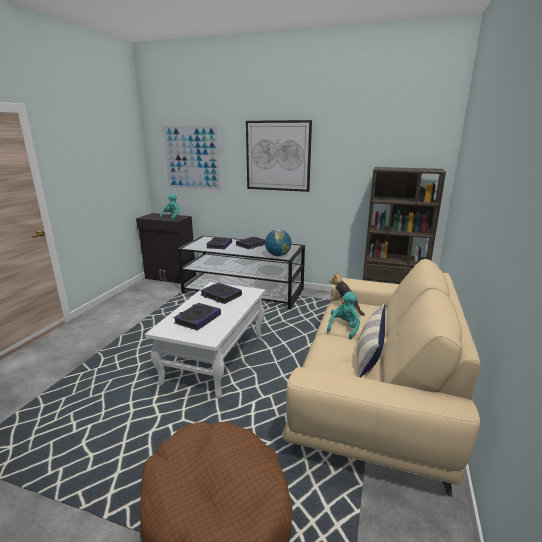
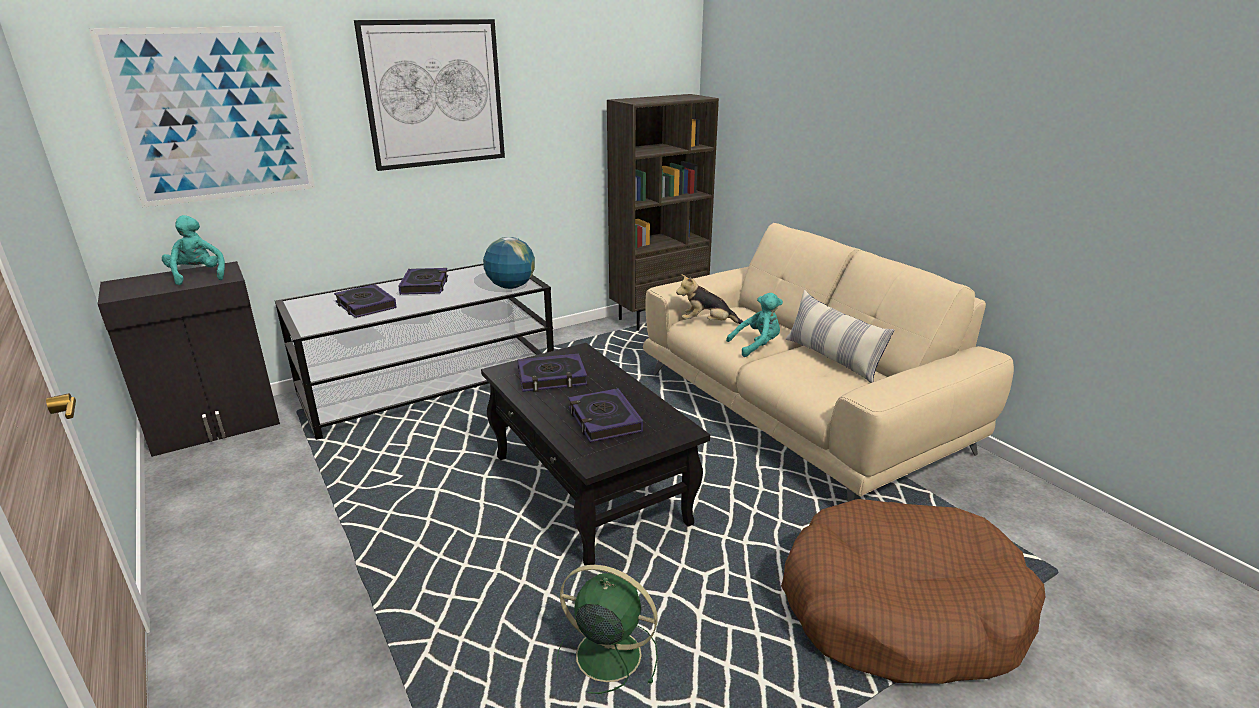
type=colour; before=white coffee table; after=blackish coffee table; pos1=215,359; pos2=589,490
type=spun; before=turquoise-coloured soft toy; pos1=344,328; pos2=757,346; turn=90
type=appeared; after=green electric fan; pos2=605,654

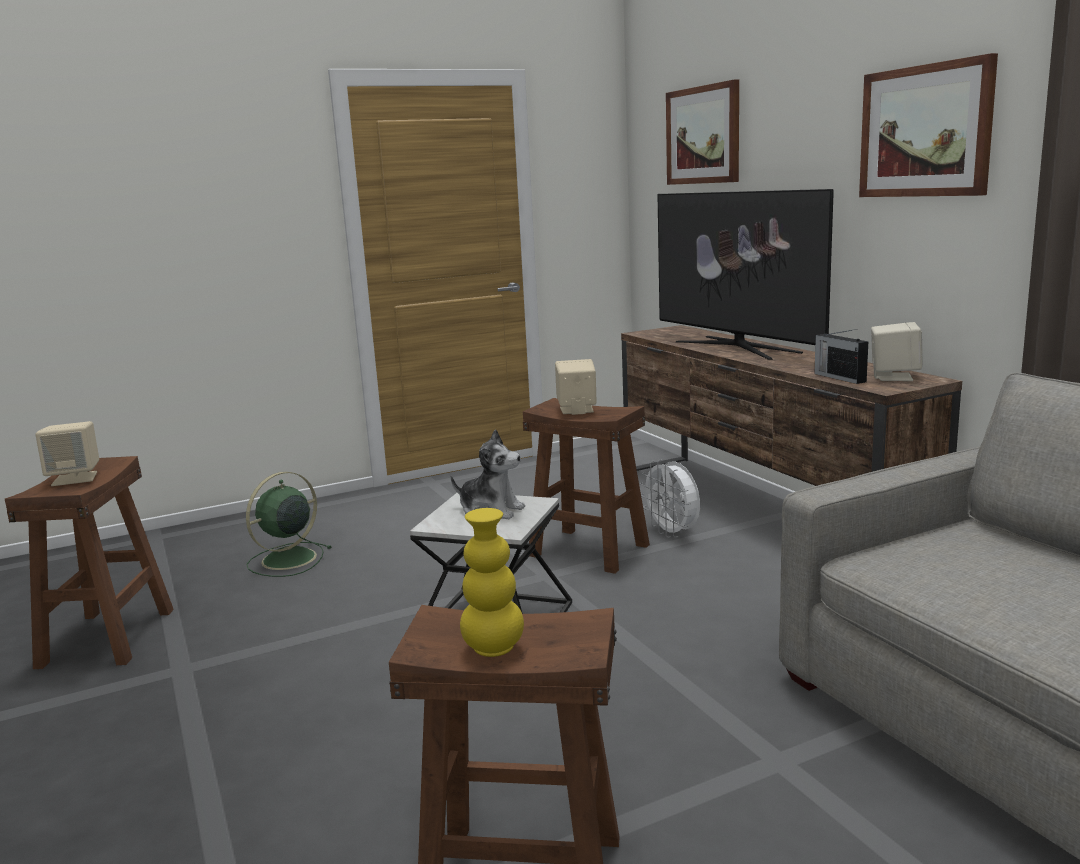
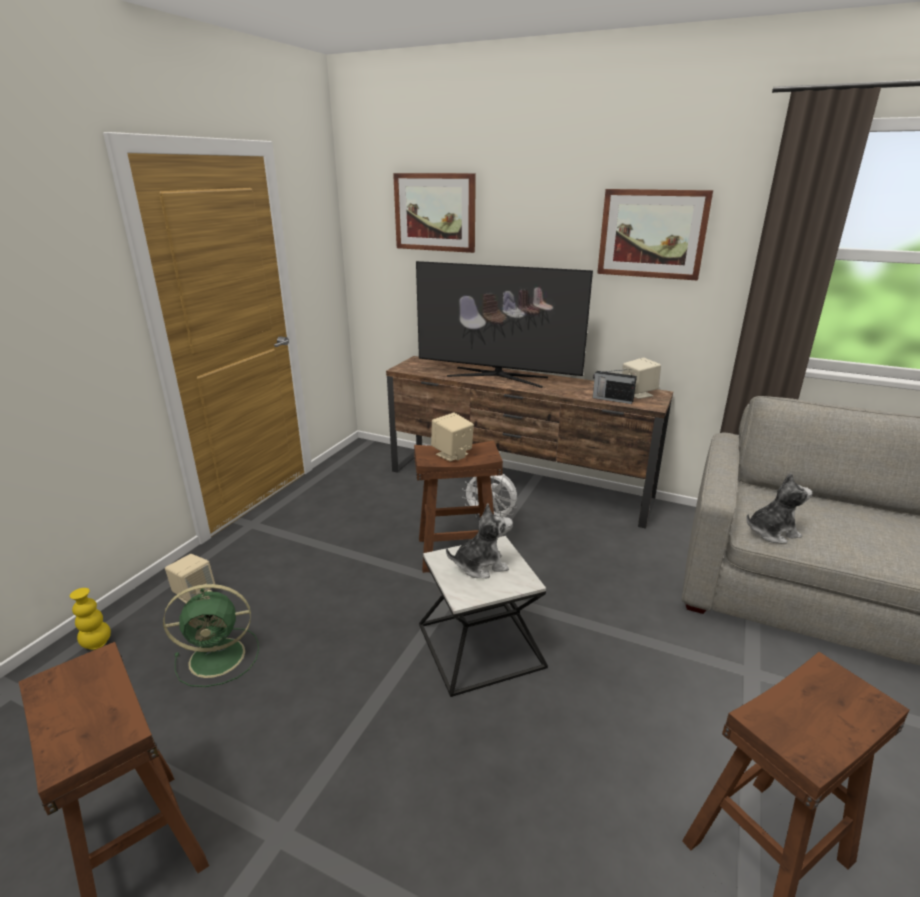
type=relocated; before=beige audio speaker; pos1=75,478; pos2=194,594
type=spun; before=green electric fan; pos1=287,560; pos2=220,657; turn=-105
type=relocated; before=yellow-coloured decorative vase; pos1=493,648; pos2=97,644
type=appeared; after=soft toy; pos2=771,532

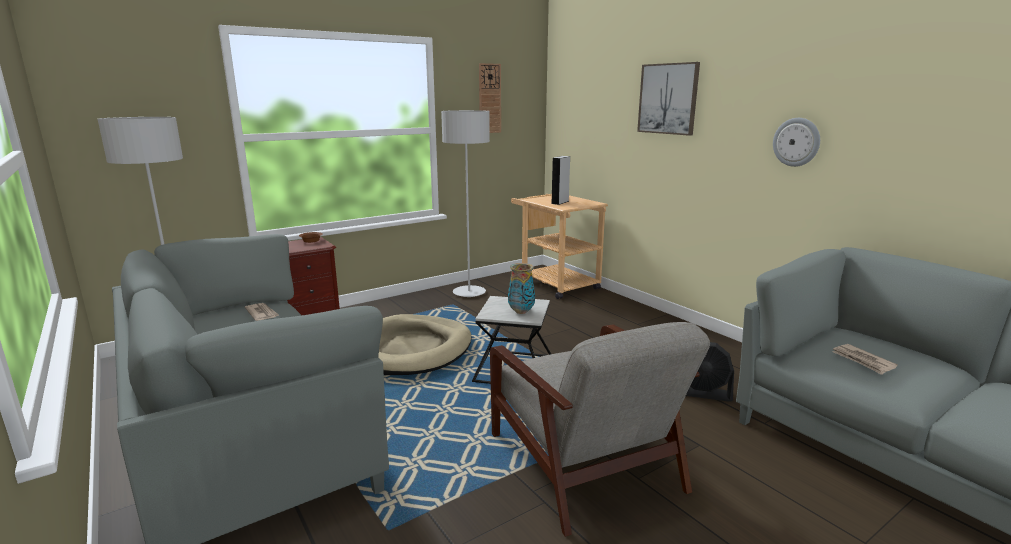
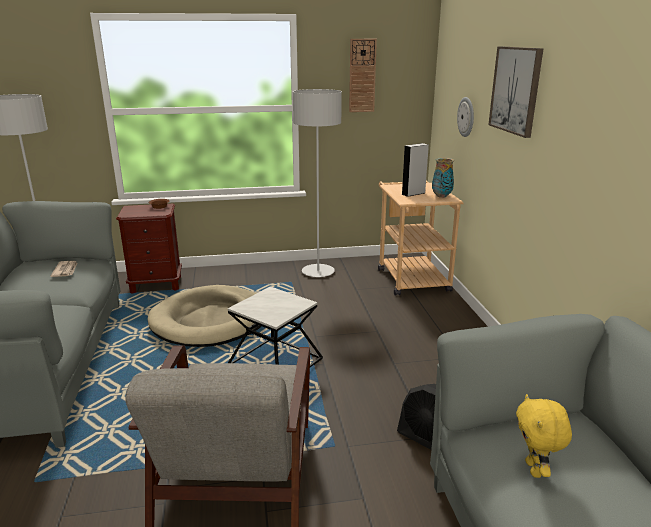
type=relocated; before=wall clock; pos1=796,142; pos2=466,117
type=relocated; before=decorative vase; pos1=521,312; pos2=441,196
type=exchanged; before=newspaper; after=yellow-coloured soft toy; pos1=863,361; pos2=535,469

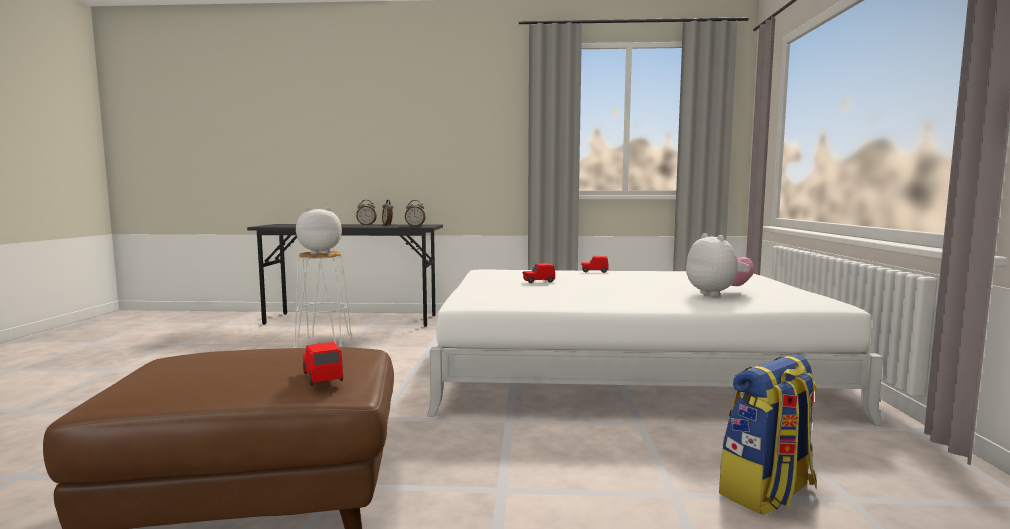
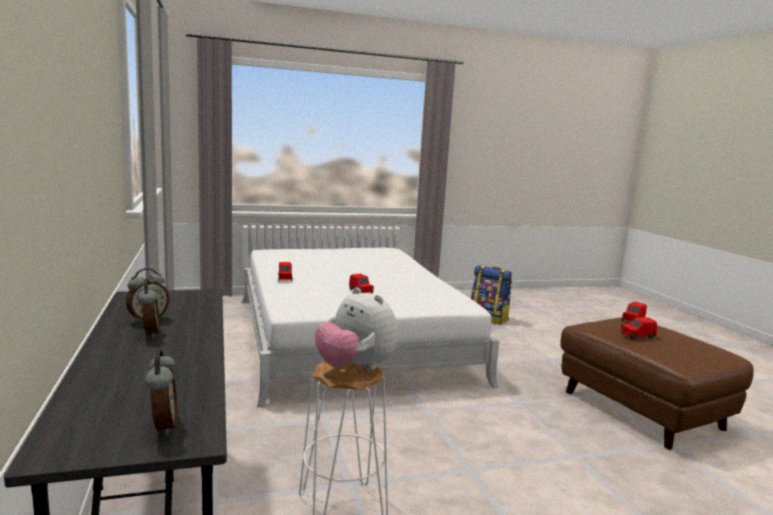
type=relocated; before=alarm clock; pos1=415,226; pos2=163,426
type=missing; before=soft toy; pos1=717,294
type=appeared; after=reddish miniature car; pos2=637,336

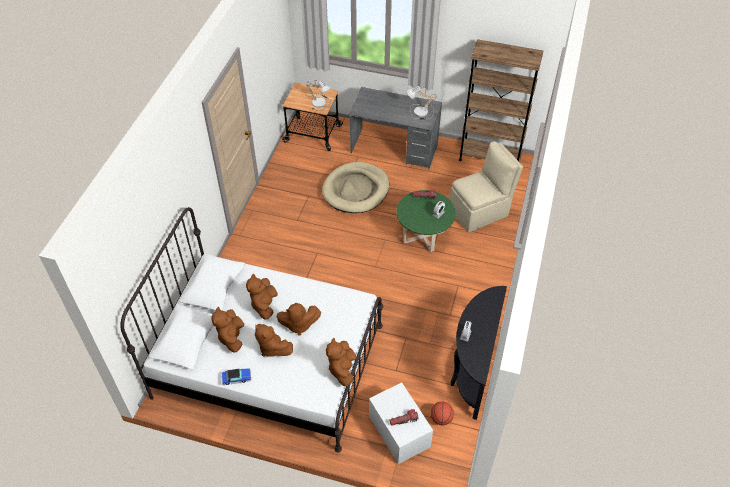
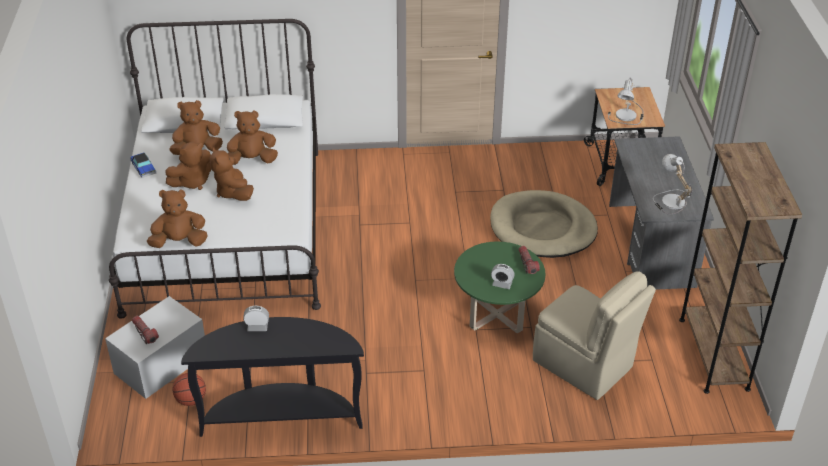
type=spun; before=brown soft toy; pos1=272,348; pos2=193,182; turn=-150

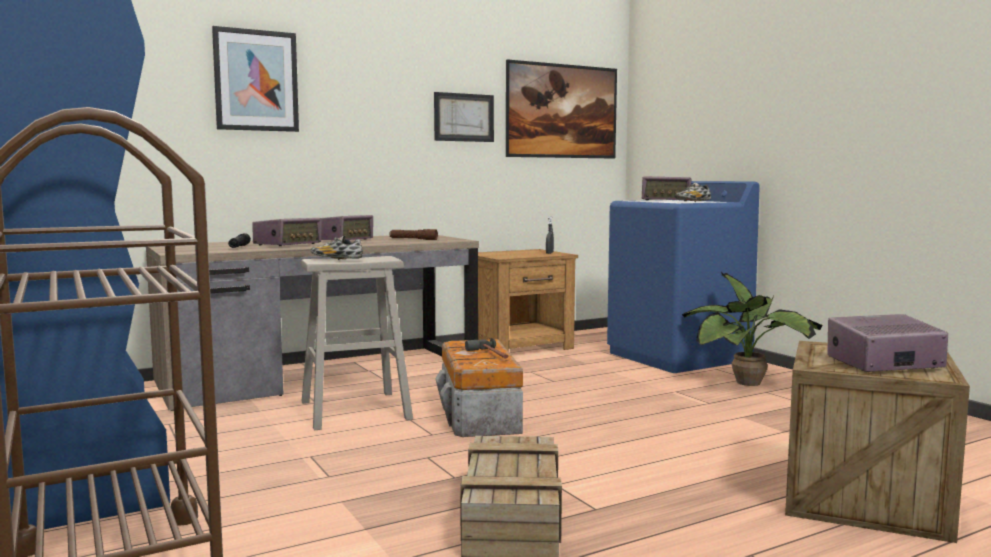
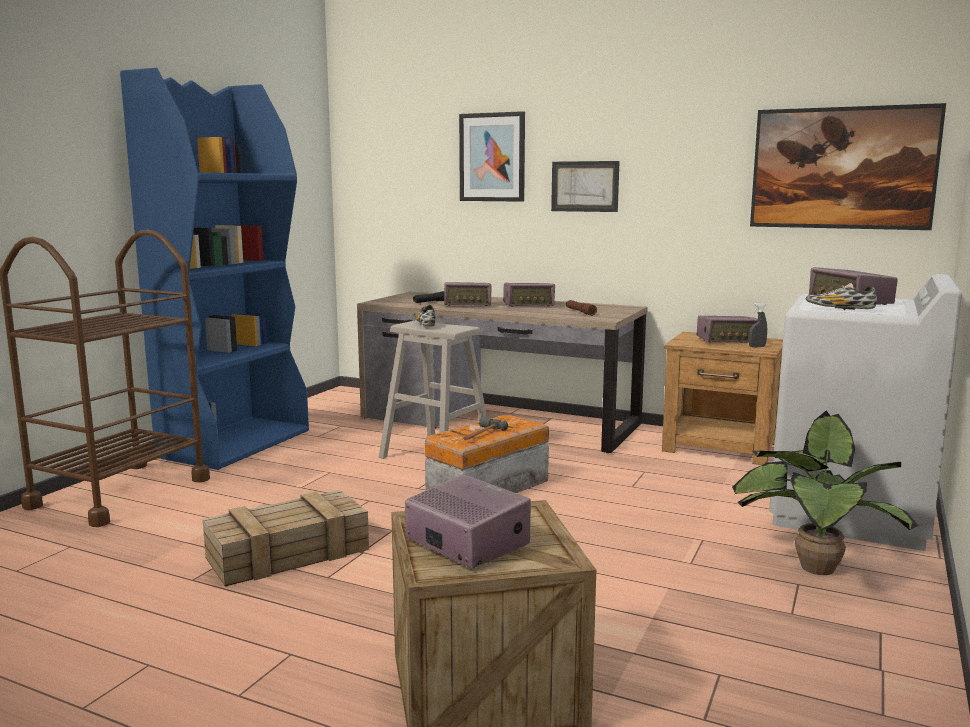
type=relocated; before=wall picture; pos1=464,117; pos2=585,186
type=colour; before=bluish laundry appliance; after=white laundry appliance; pos1=678,357; pos2=849,513
type=appeared; after=radio; pos2=727,341

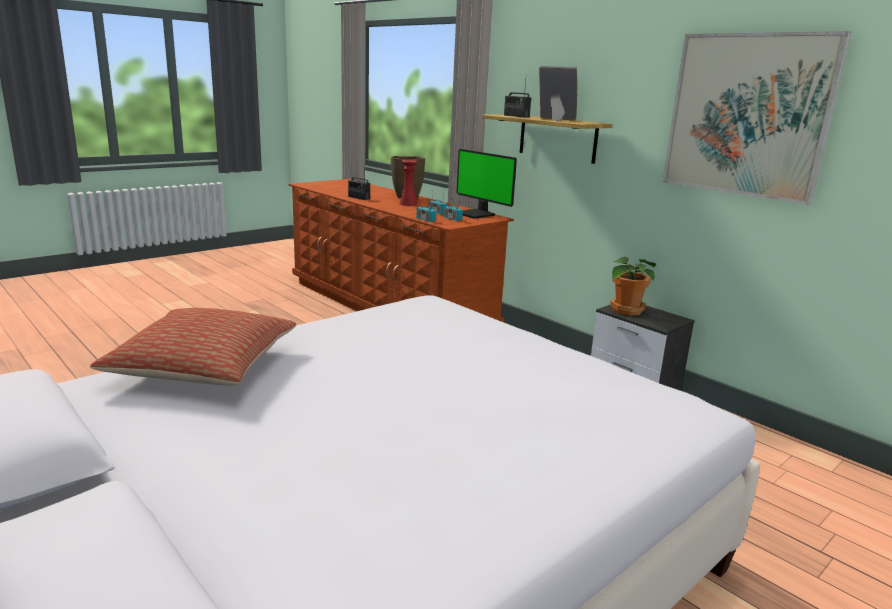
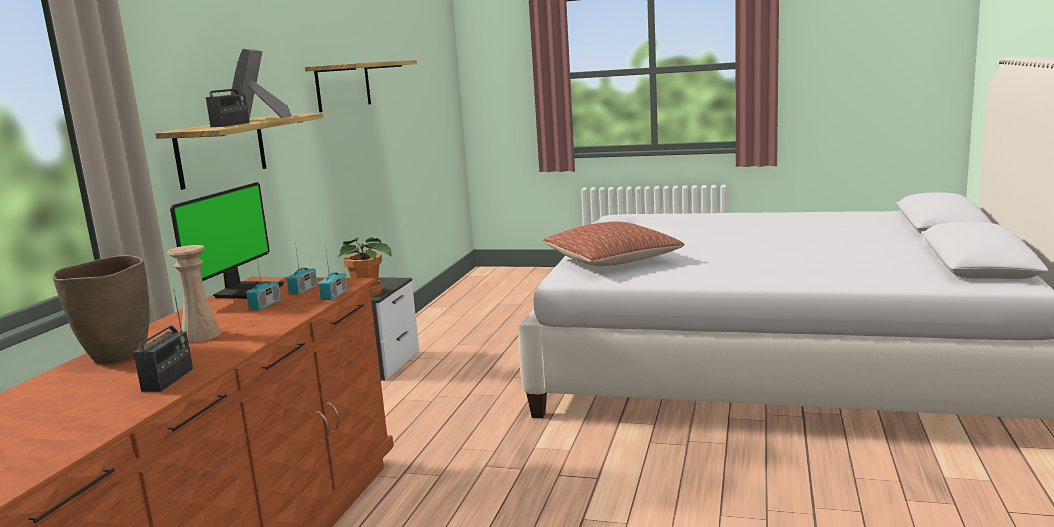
type=exchanged; before=wall picture; after=wall shelf; pos1=747,115; pos2=343,86
type=colour; before=reddish decorative vase; after=beige decorative vase; pos1=408,204; pos2=201,335
type=relocated; before=cushion; pos1=203,367; pos2=612,261

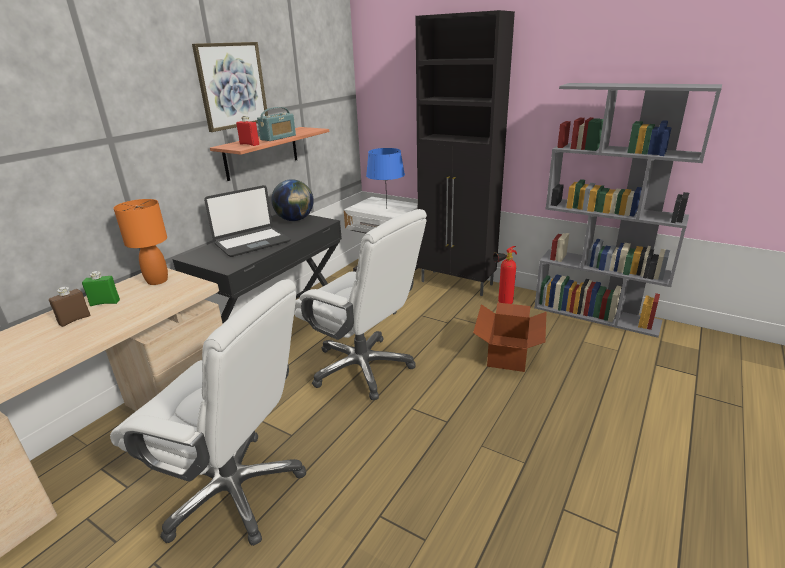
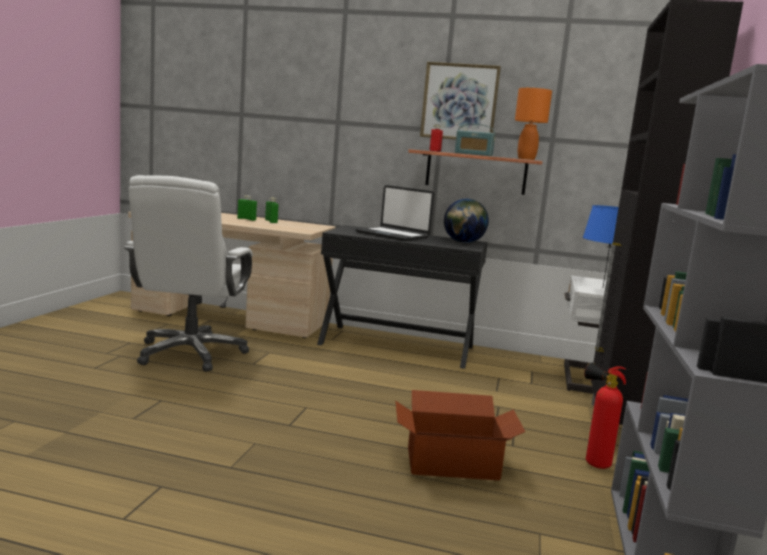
type=relocated; before=orange lamp for a table; pos1=157,281; pos2=526,159
type=missing; before=white office chair; pos1=363,368
type=colour; before=brown bottle; after=green bottle; pos1=74,320; pos2=246,219

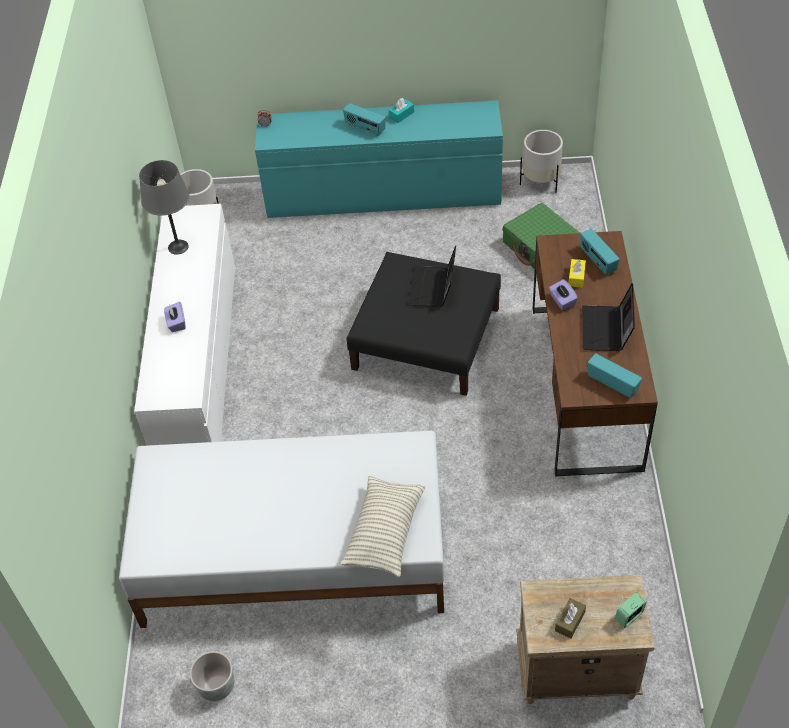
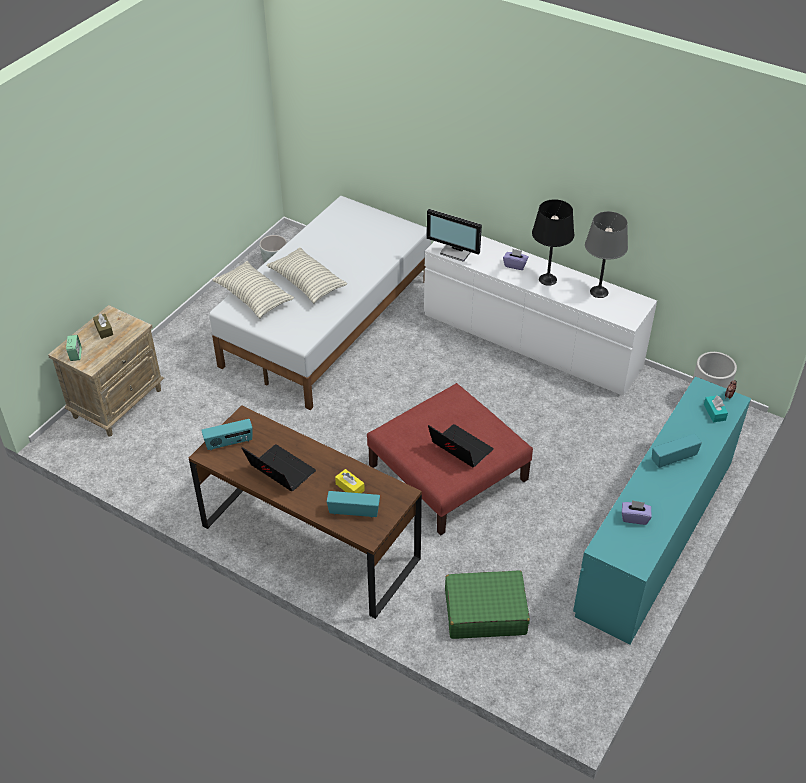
type=relocated; before=turquoise-coloured tissue holder; pos1=401,115; pos2=714,412
type=missing; before=white flower pot; pos1=541,181
type=colour; before=blackish footrest; after=reddish footrest; pos1=427,339; pos2=447,473
type=relocated; before=purple-coloured tissue holder; pos1=562,301; pos2=634,518
type=appeared; after=blackish lamp for a table; pos2=547,279
type=appeared; after=monitor; pos2=457,251
type=appeared; after=cushion; pos2=307,283

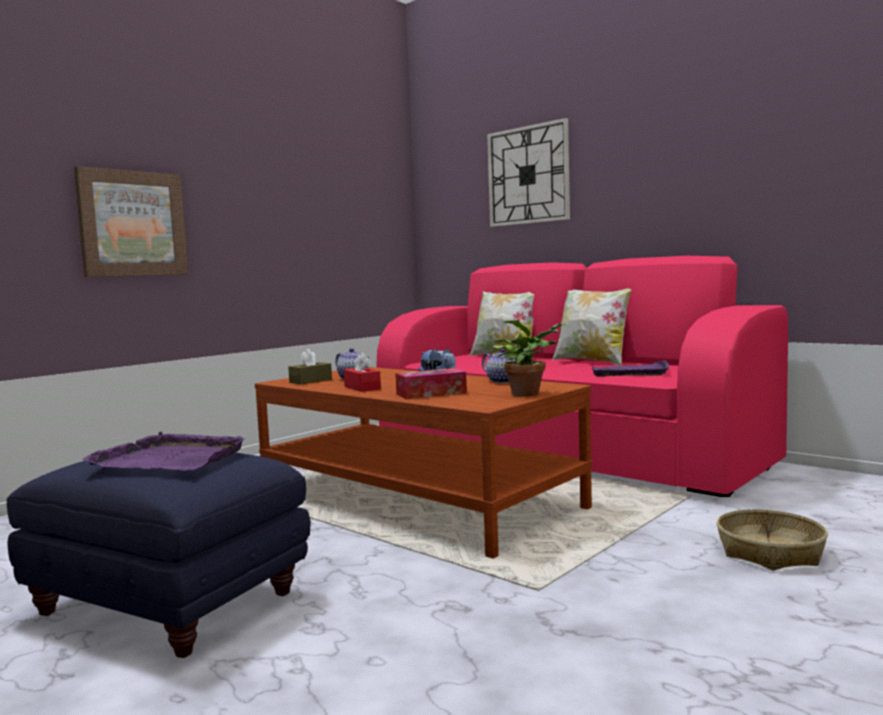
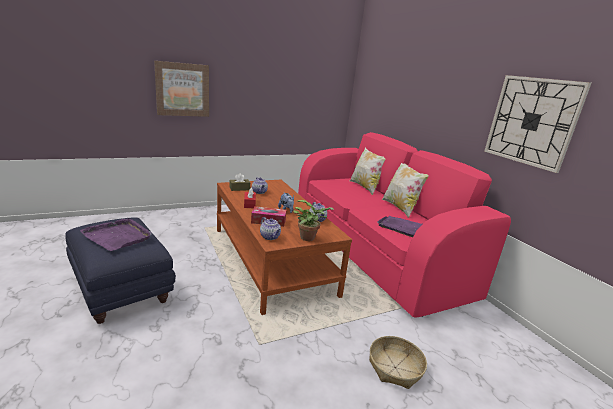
type=relocated; before=wall clock; pos1=528,175; pos2=532,121
type=appeared; after=teapot; pos2=270,237

